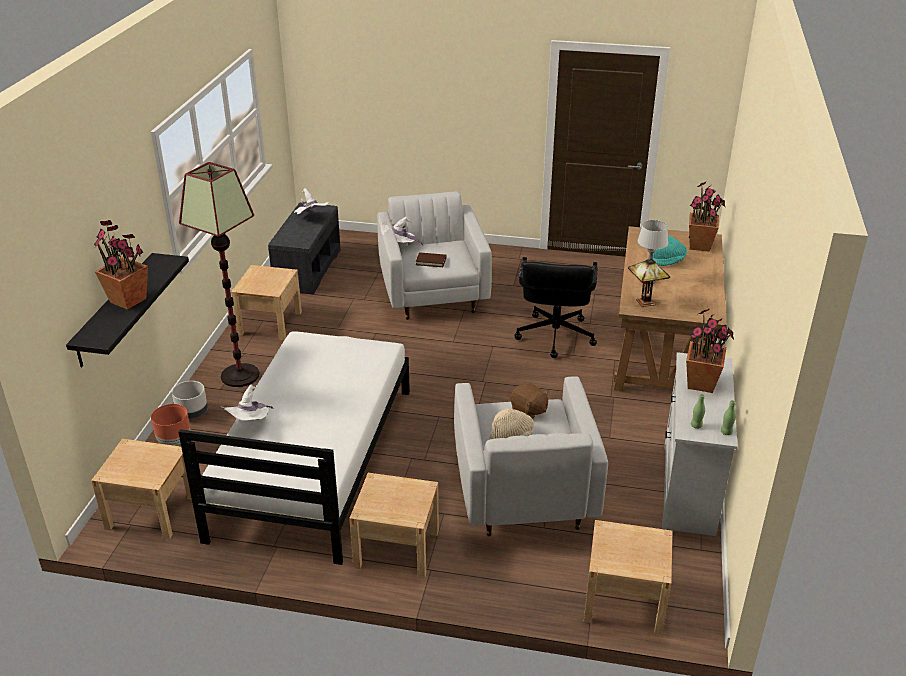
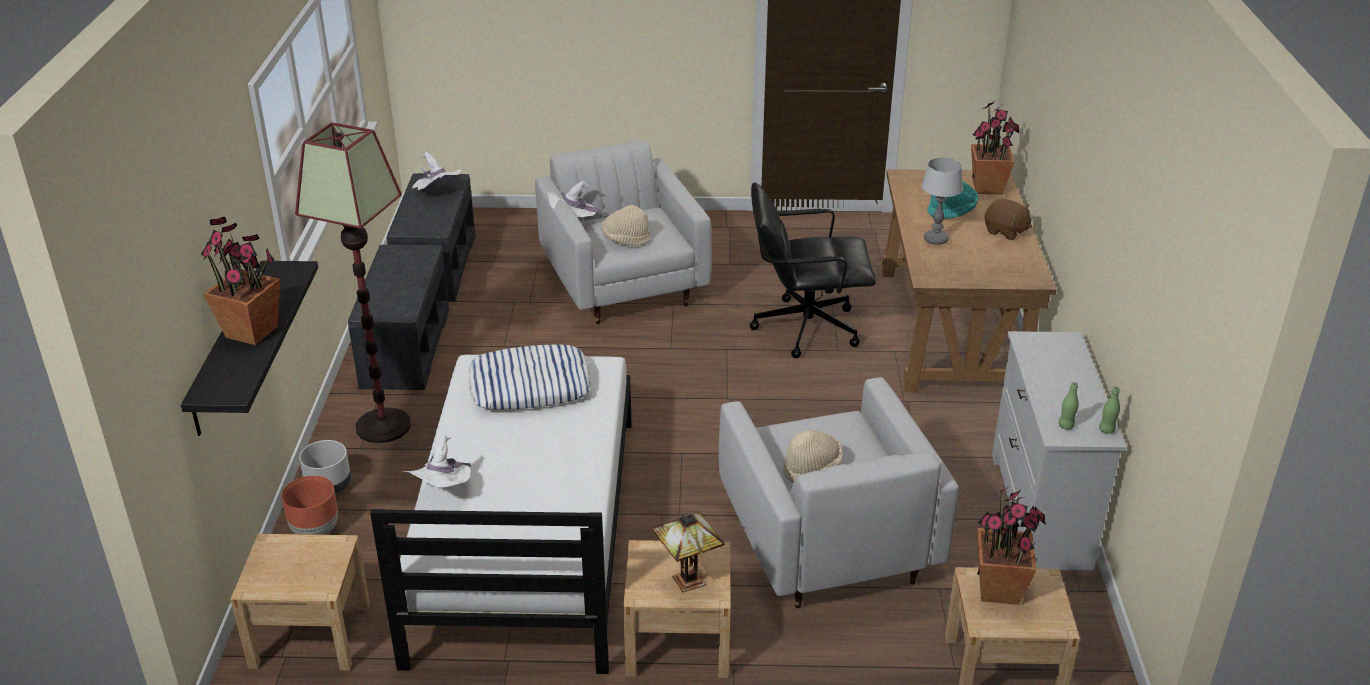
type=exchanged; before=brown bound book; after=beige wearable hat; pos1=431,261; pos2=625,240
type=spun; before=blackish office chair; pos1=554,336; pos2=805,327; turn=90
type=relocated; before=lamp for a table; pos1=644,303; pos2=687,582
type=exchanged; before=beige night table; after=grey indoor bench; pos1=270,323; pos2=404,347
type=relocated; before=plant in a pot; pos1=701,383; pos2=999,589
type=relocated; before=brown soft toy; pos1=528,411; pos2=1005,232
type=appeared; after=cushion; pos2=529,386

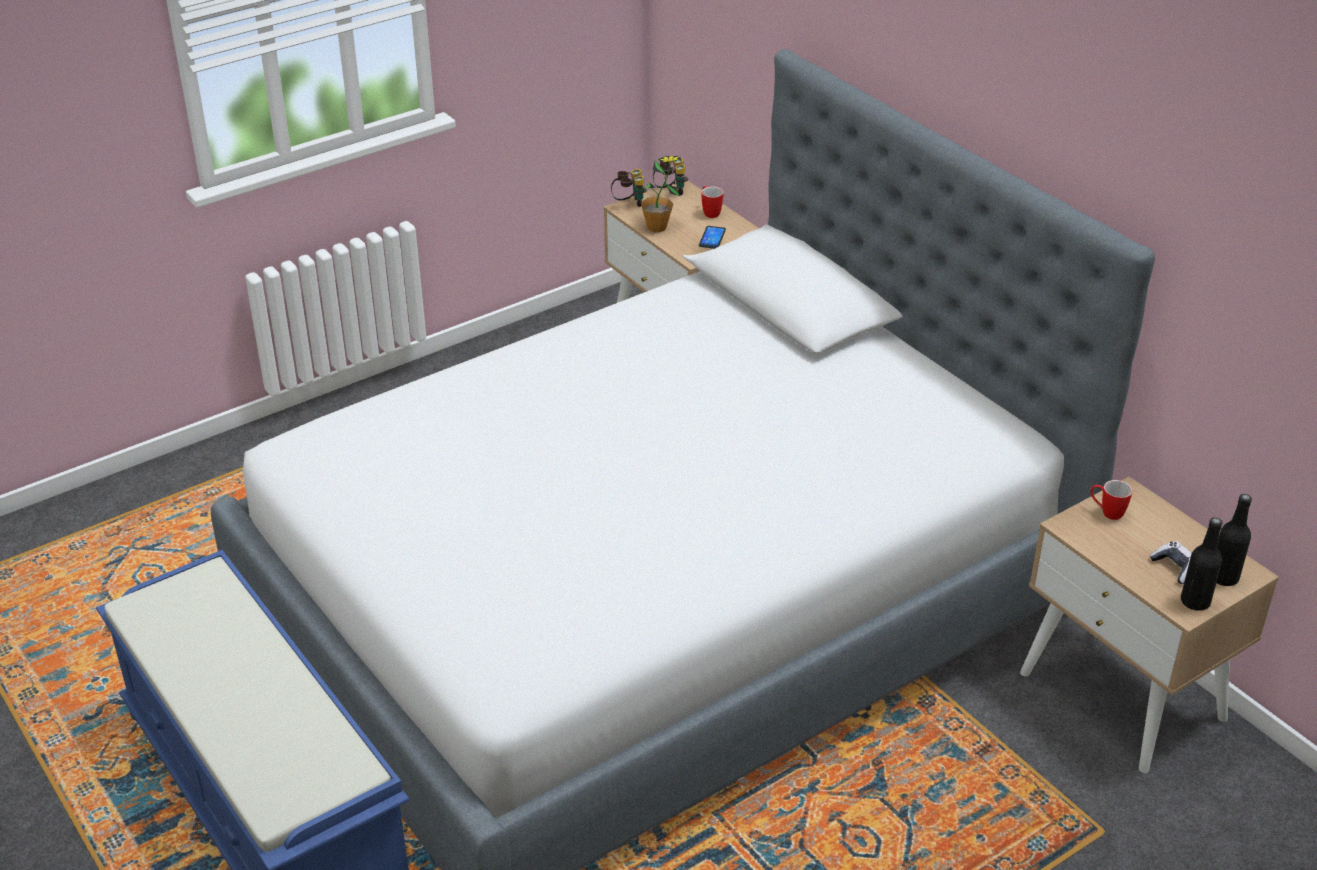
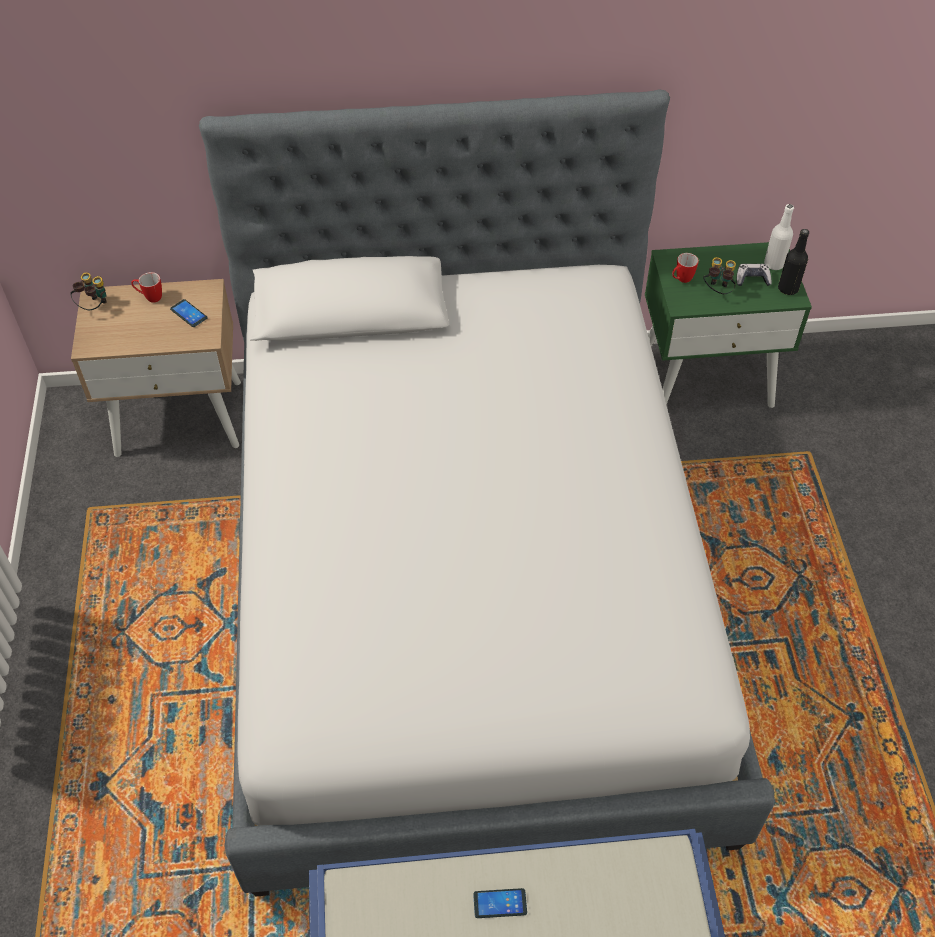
type=missing; before=plant in a pot; pos1=657,227
type=relocated; before=binoculars; pos1=629,203; pos2=717,291
type=colour; before=beige night table; after=green night table; pos1=1123,695; pos2=707,378
type=colour; before=blackish bottle; after=white bottle; pos1=1223,578; pos2=774,264
type=appeared; after=phone; pos2=500,903

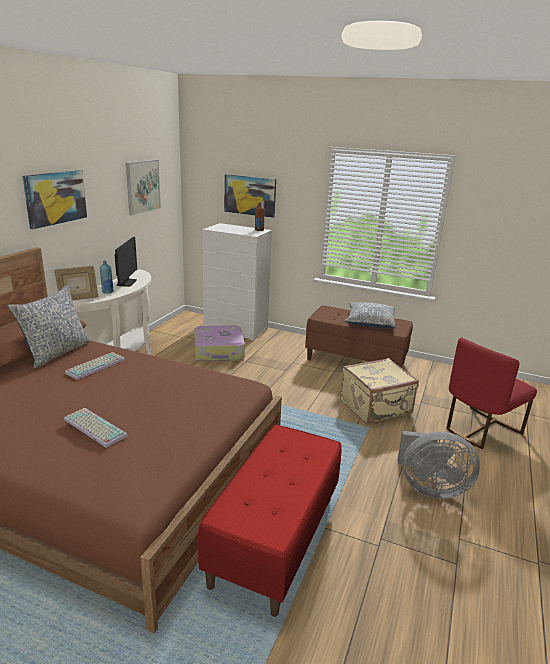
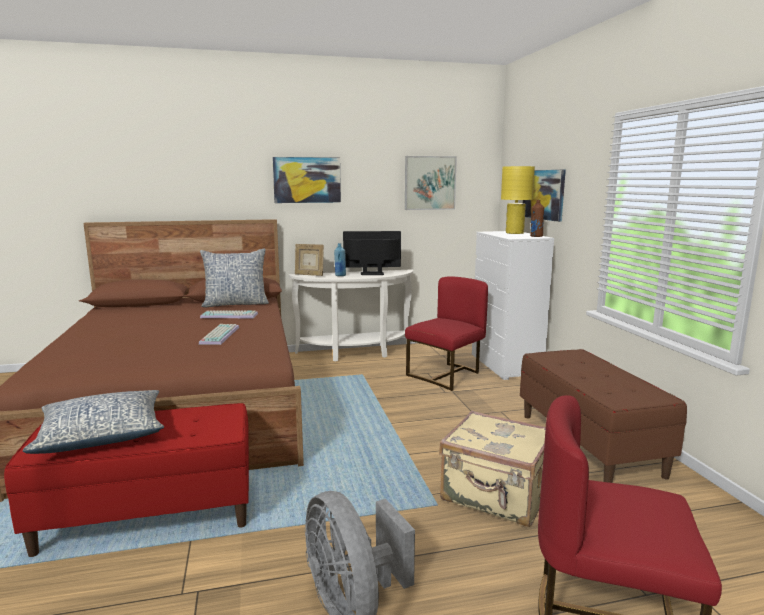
type=spun; before=monitor; pos1=126,282; pos2=372,273; turn=-150
type=relocated; before=cushion; pos1=369,322; pos2=102,435
type=exchanged; before=suitcase; after=reddish plain chair; pos1=219,351; pos2=446,375
type=relocated; before=computer keyboard; pos1=93,428; pos2=219,335
type=appeared; after=yellow-coloured lamp for a table; pos2=514,233

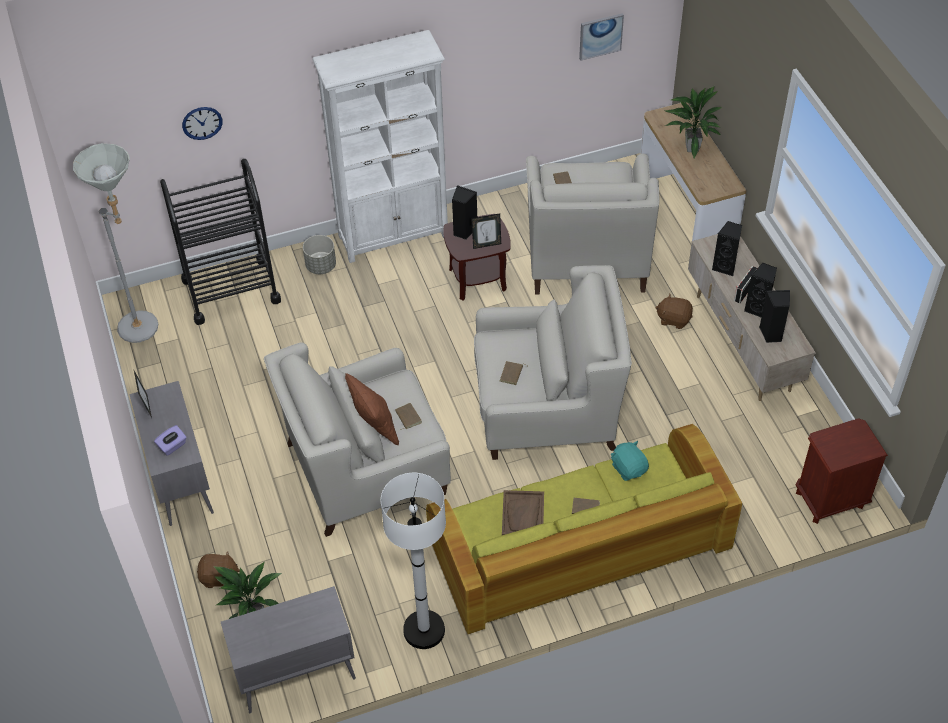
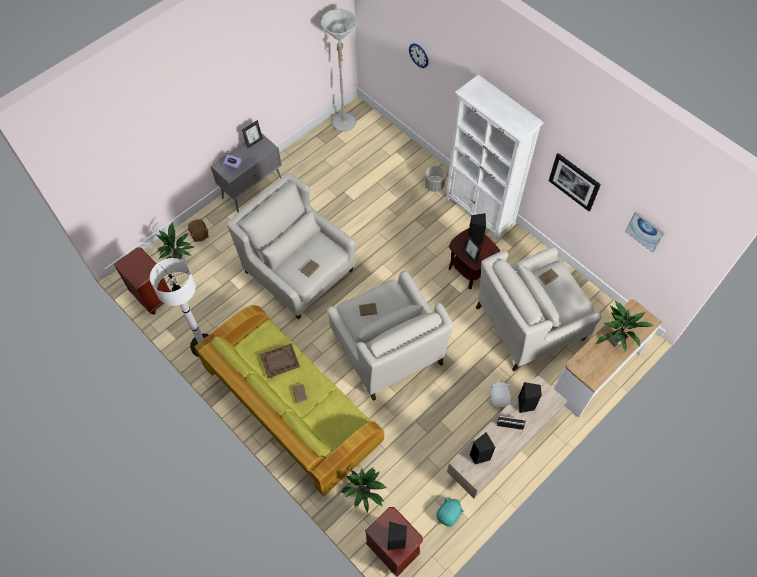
type=missing; before=blackish cart; pos1=231,290
type=relocated; before=blackish audio speaker; pos1=758,308; pos2=396,541
type=colour; before=brown soft toy; after=white soft toy; pos1=673,319; pos2=499,397
type=missing; before=brown cushion; pos1=374,427
type=relocated; before=turquoise-coloured soft toy; pos1=629,468; pos2=449,514
type=exchanged; before=grey cabinet; after=brown night table; pos1=295,676; pos2=153,296
type=appeared; after=wall picture; pos2=574,181
type=appeared; after=plant in a pot; pos2=364,496

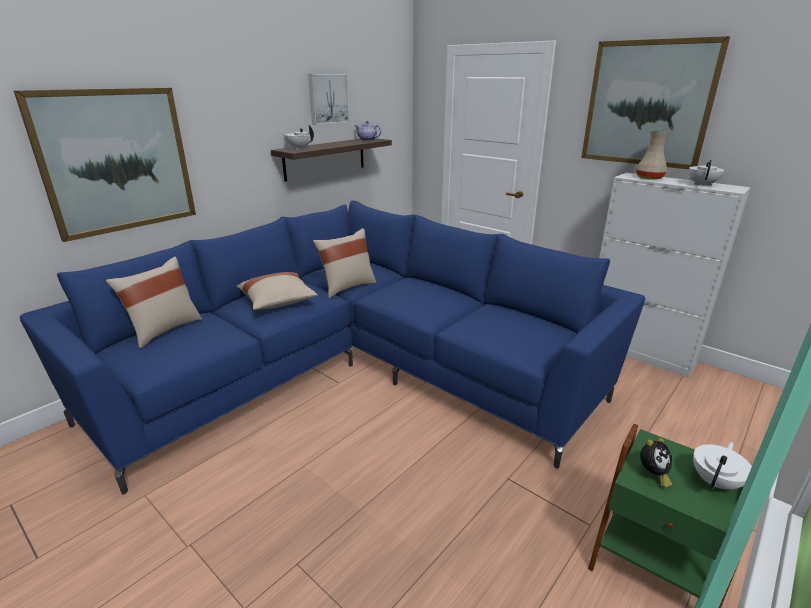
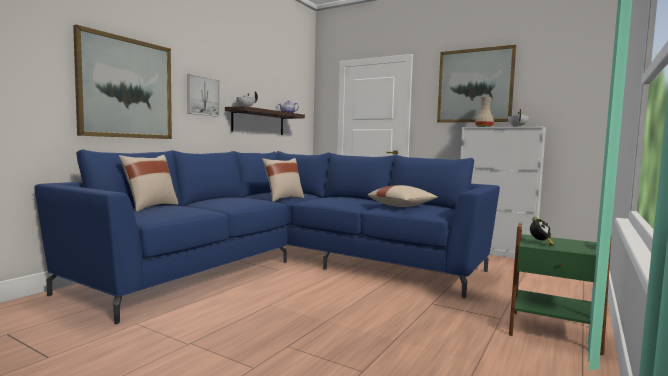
type=relocated; before=wall picture; pos1=328,99; pos2=202,96
type=relocated; before=beige cushion; pos1=278,302; pos2=402,206
type=missing; before=white teapot; pos1=716,482

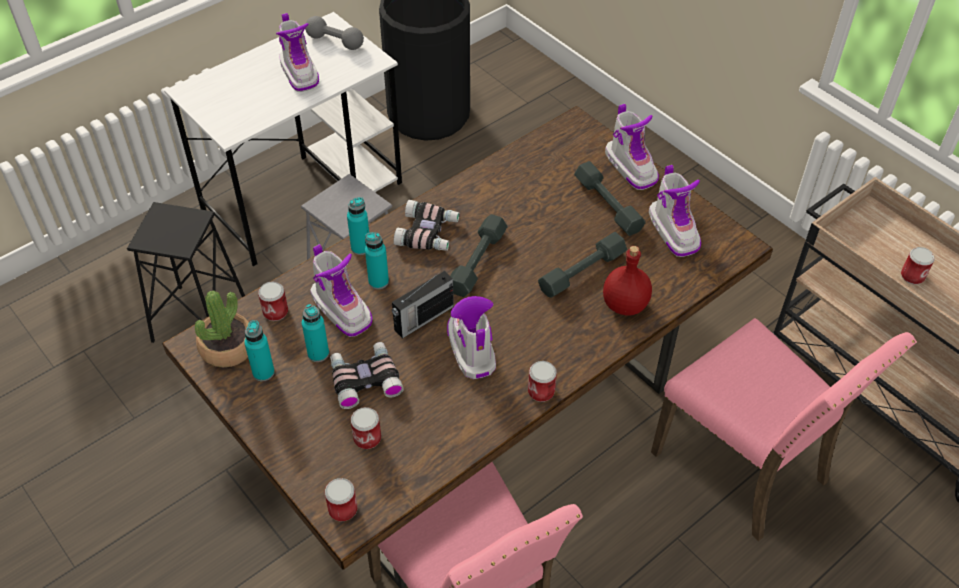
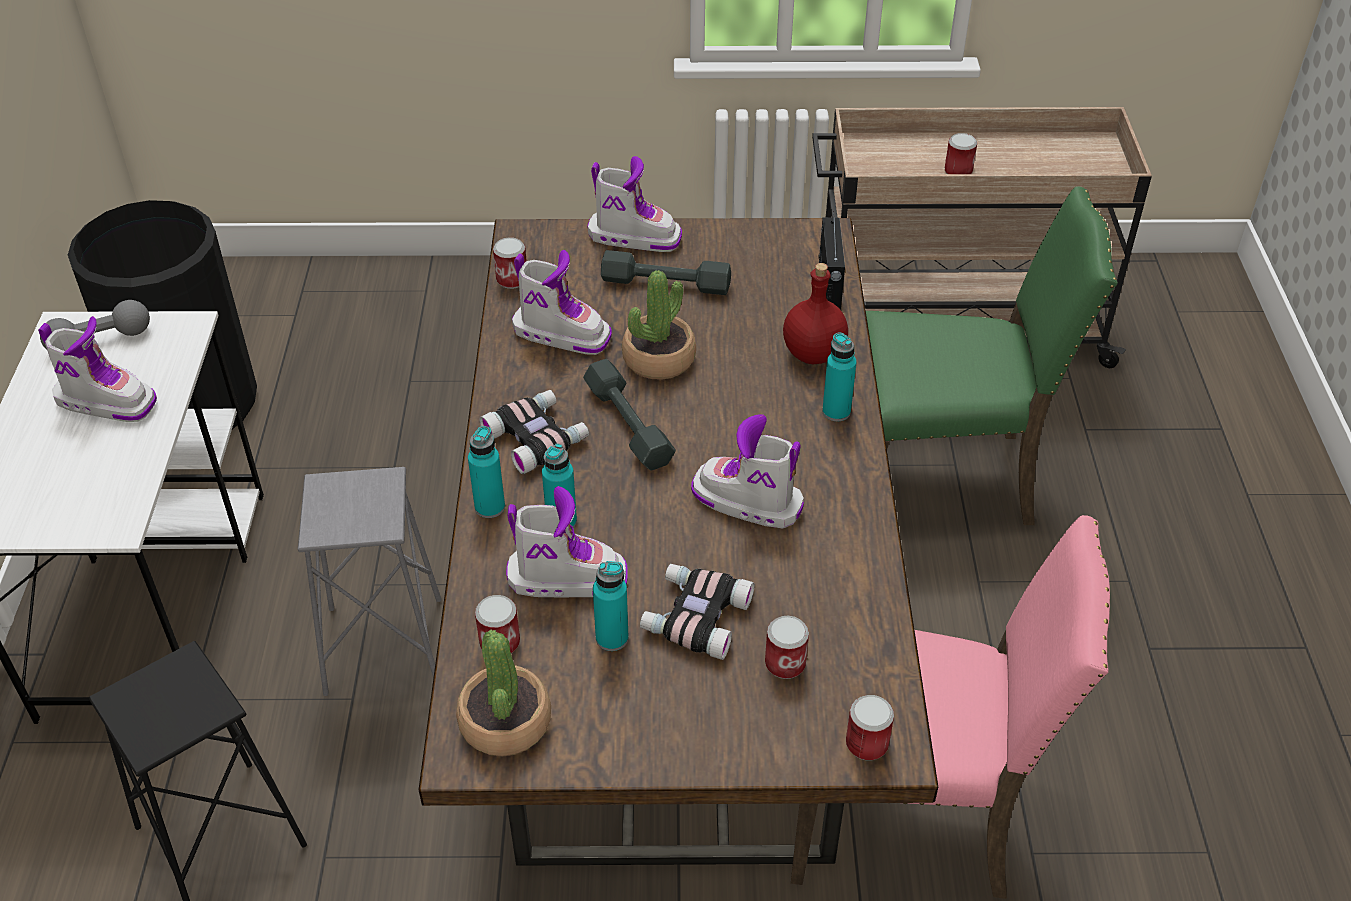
type=relocated; before=boot; pos1=674,231; pos2=562,334
type=missing; before=grey hand weight; pos1=582,272
type=relocated; before=radio; pos1=423,319; pos2=829,286
type=colour; before=pinkish plain chair; after=green plain chair; pos1=745,467; pos2=945,477
type=relocated; before=turquoise-coloured bottle; pos1=263,372; pos2=836,412
type=relocated; before=can; pos1=541,391; pos2=512,279
type=appeared; after=plant in a pot; pos2=659,359

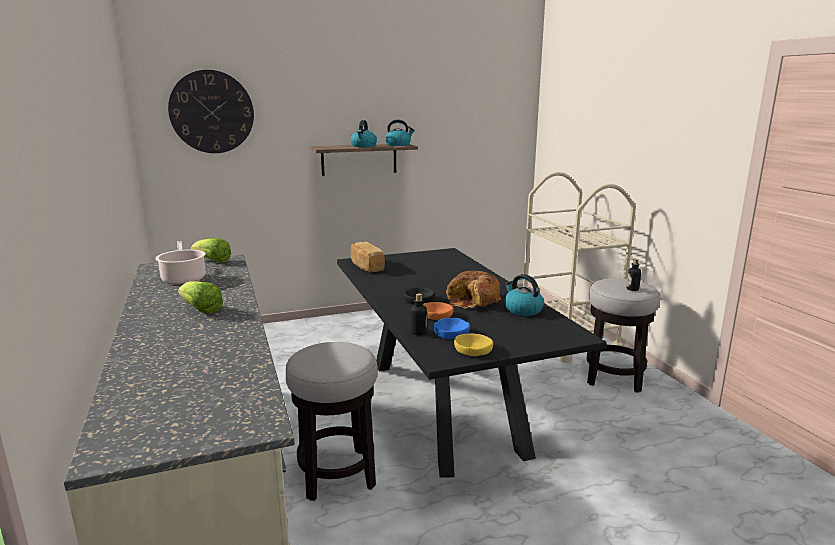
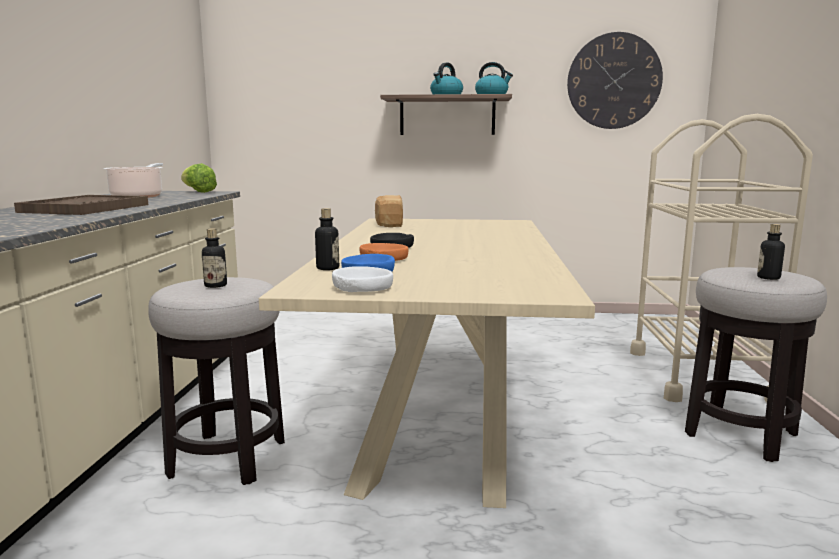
type=relocated; before=wall clock; pos1=212,112; pos2=614,81
type=colour; before=blackish dining table; after=beige dining table; pos1=445,405; pos2=441,415
type=missing; before=baked bread; pos1=473,300
type=missing; before=tea kettle; pos1=522,310
type=exchanged; before=lettuce head; after=brown tray; pos1=201,310; pos2=85,208
type=colour; before=yellow-coloured serving bowl; after=white serving bowl; pos1=473,350; pos2=362,288
type=appeared; after=bottle; pos2=215,285

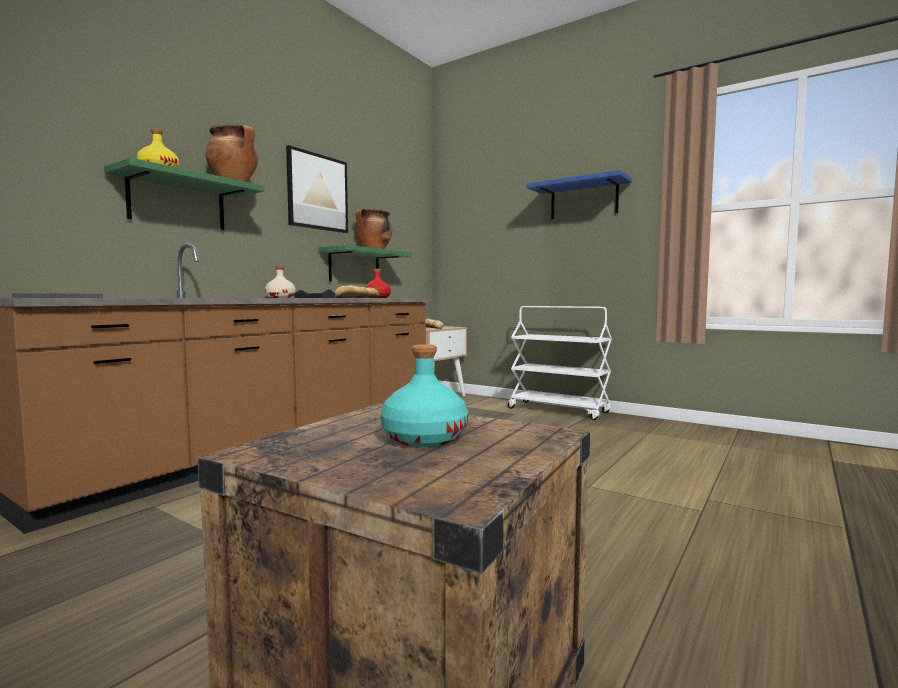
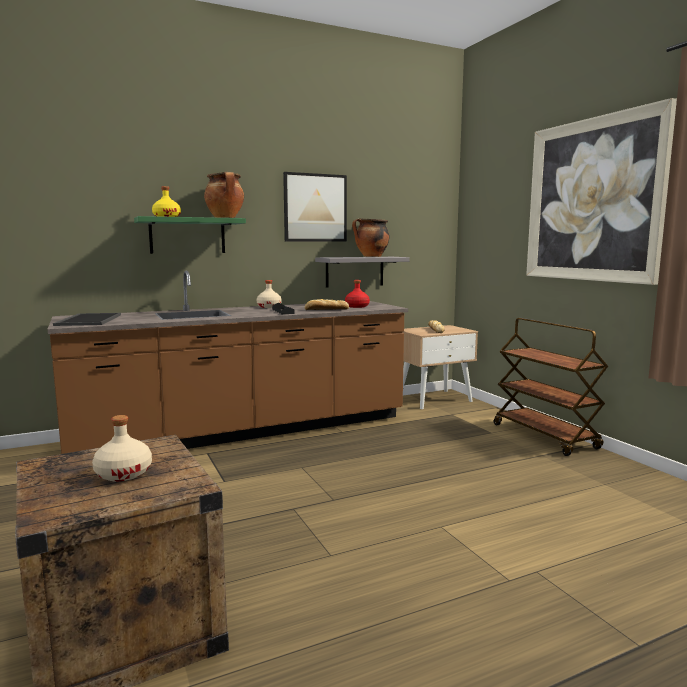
type=exchanged; before=bluish wall shelf; after=wall picture; pos1=584,200; pos2=592,200
type=colour; before=green wall shelf; after=grey wall shelf; pos1=354,266; pos2=354,271
type=colour; before=white cart; after=brown cart; pos1=559,410; pos2=545,436
type=colour; before=turquoise-coloured bottle; after=beige bottle; pos1=423,438; pos2=123,473

